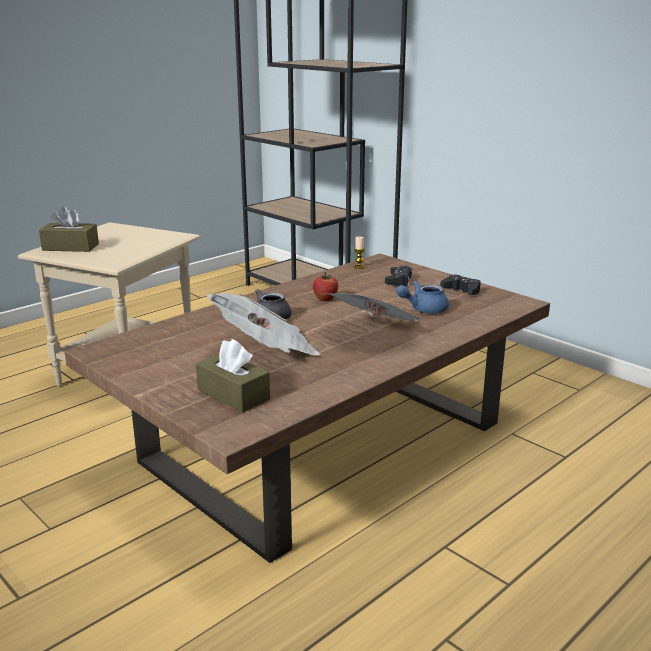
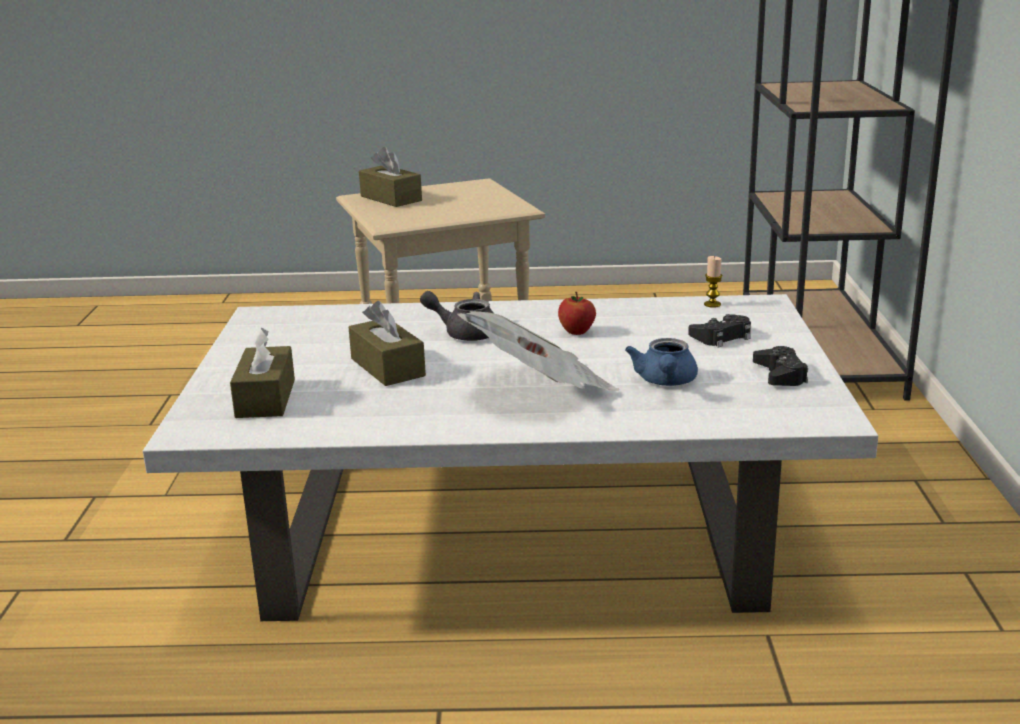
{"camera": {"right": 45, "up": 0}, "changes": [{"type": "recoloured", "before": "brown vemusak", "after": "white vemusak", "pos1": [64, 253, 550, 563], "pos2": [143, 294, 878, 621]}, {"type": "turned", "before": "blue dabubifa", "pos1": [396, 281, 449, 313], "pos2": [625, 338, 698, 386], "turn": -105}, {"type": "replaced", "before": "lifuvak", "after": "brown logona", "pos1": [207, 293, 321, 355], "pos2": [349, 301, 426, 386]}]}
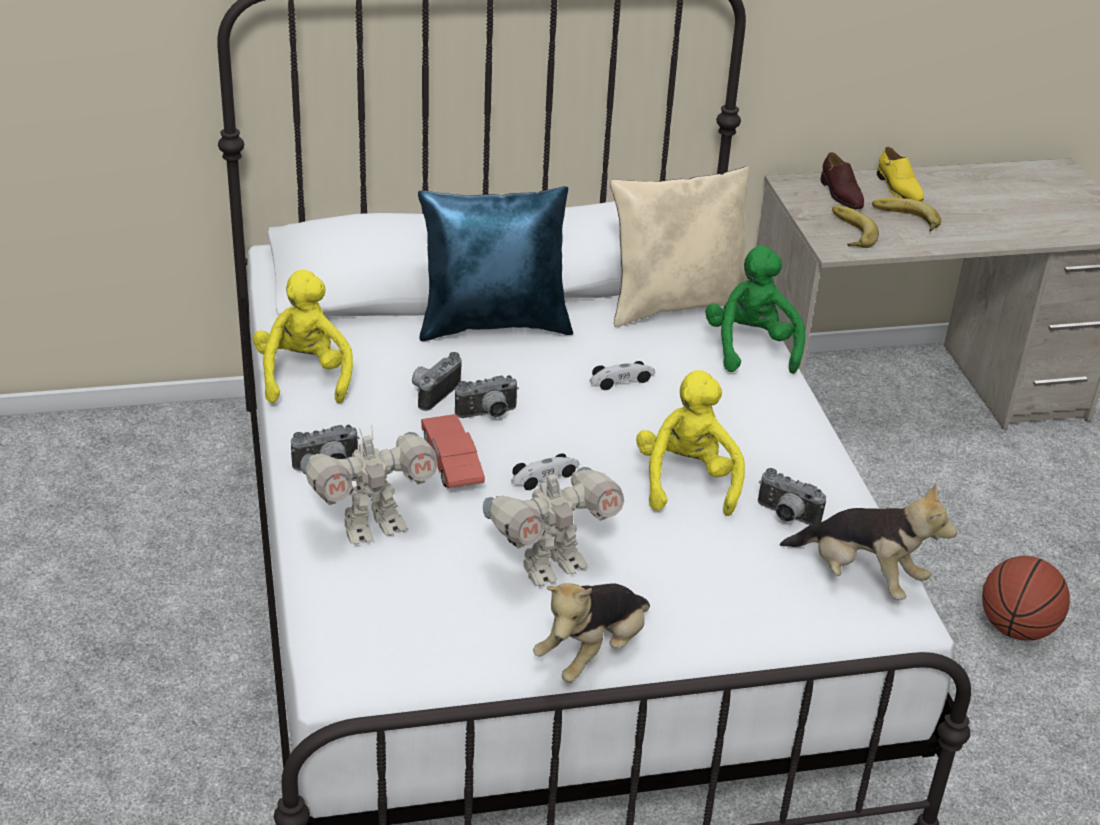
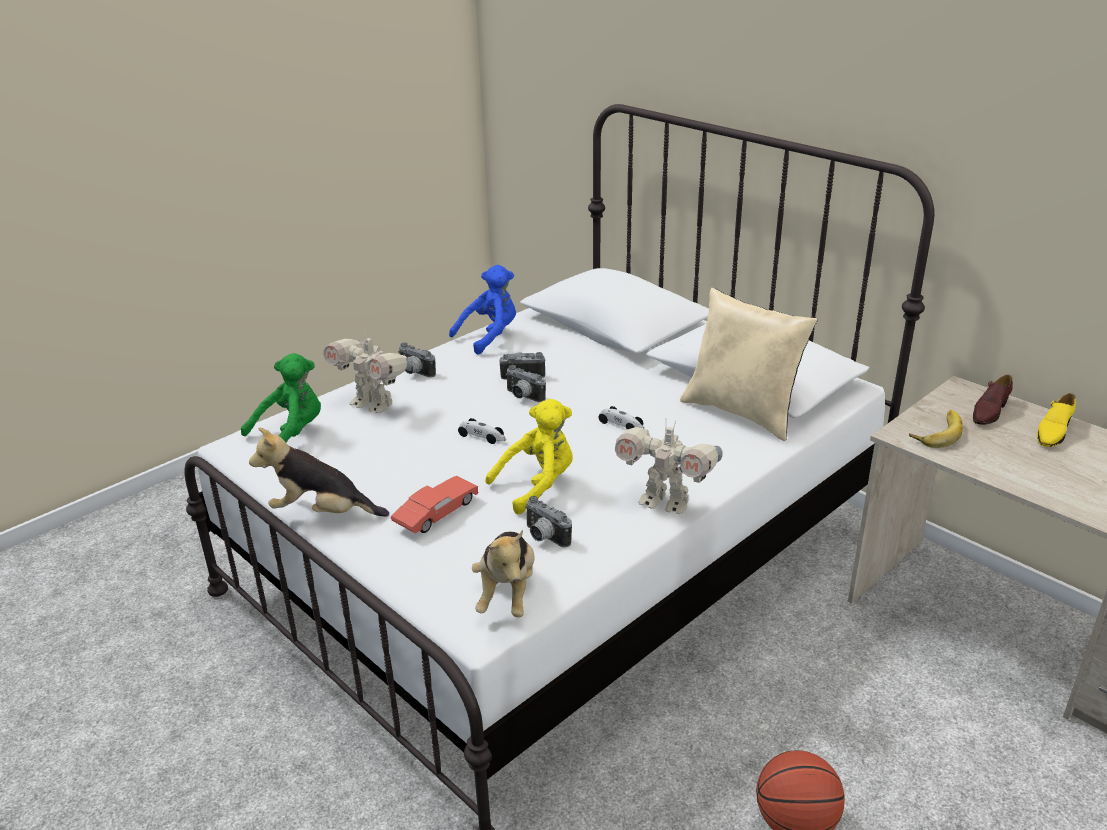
{"camera": {"right": 60, "up": -5}, "changes": [{"type": "removed", "before": "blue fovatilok", "pos1": [418, 186, 573, 341]}, {"type": "removed", "before": "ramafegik", "pos1": [872, 197, 941, 232]}, {"type": "moved", "before": "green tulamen", "pos1": [705, 246, 805, 374], "pos2": [241, 353, 321, 442]}, {"type": "recoloured", "before": "yellow tulamen", "after": "blue tulamen", "pos1": [253, 270, 353, 403], "pos2": [449, 265, 516, 355]}, {"type": "moved", "before": "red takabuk", "pos1": [421, 414, 485, 488], "pos2": [391, 476, 478, 533]}, {"type": "moved", "before": "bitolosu", "pos1": [483, 464, 624, 586], "pos2": [615, 420, 723, 514]}, {"type": "turned", "before": "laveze", "pos1": [758, 468, 826, 525], "pos2": [525, 496, 572, 548], "turn": -45}]}
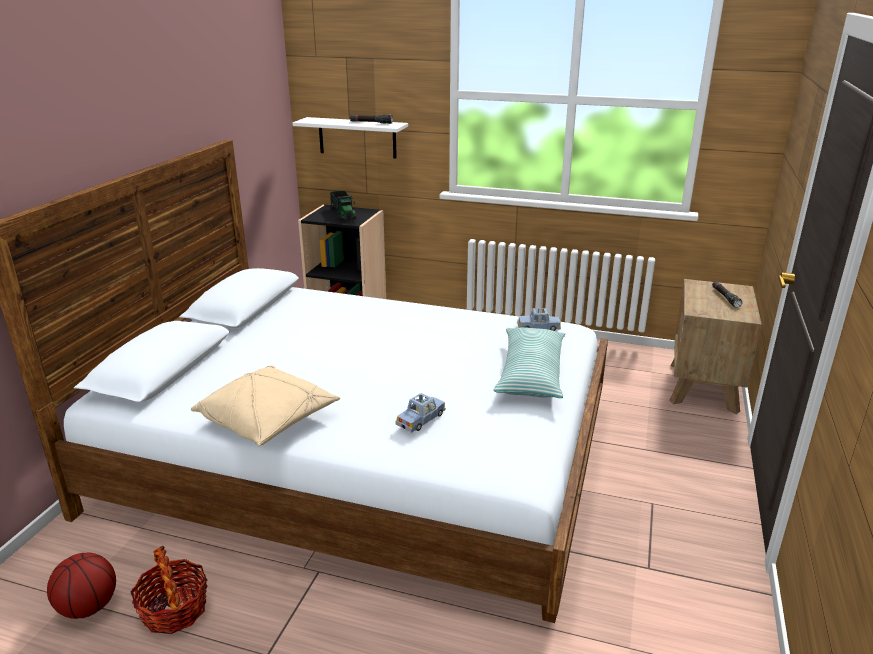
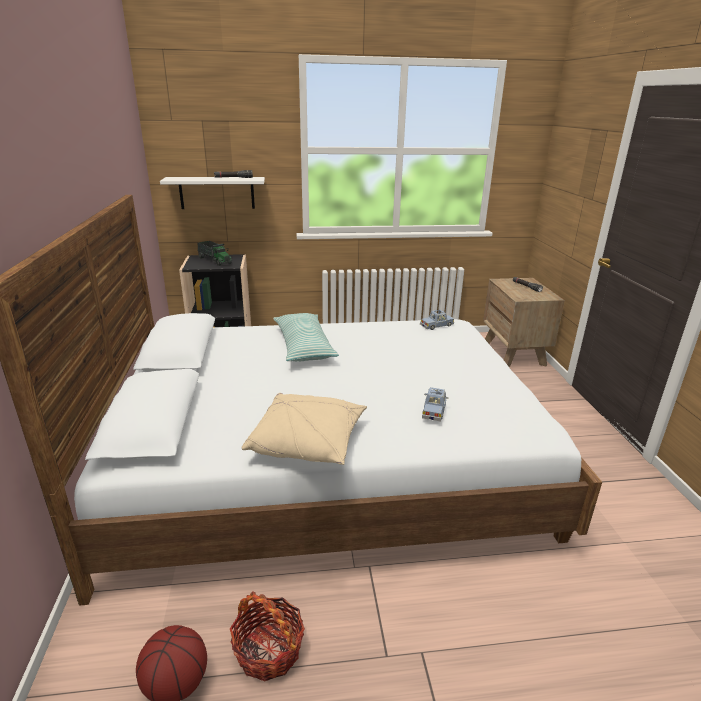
{"camera": {"right": -25, "up": 0}, "changes": [{"type": "moved", "before": "fovatilok", "pos1": [493, 327, 565, 398], "pos2": [273, 313, 339, 362]}]}
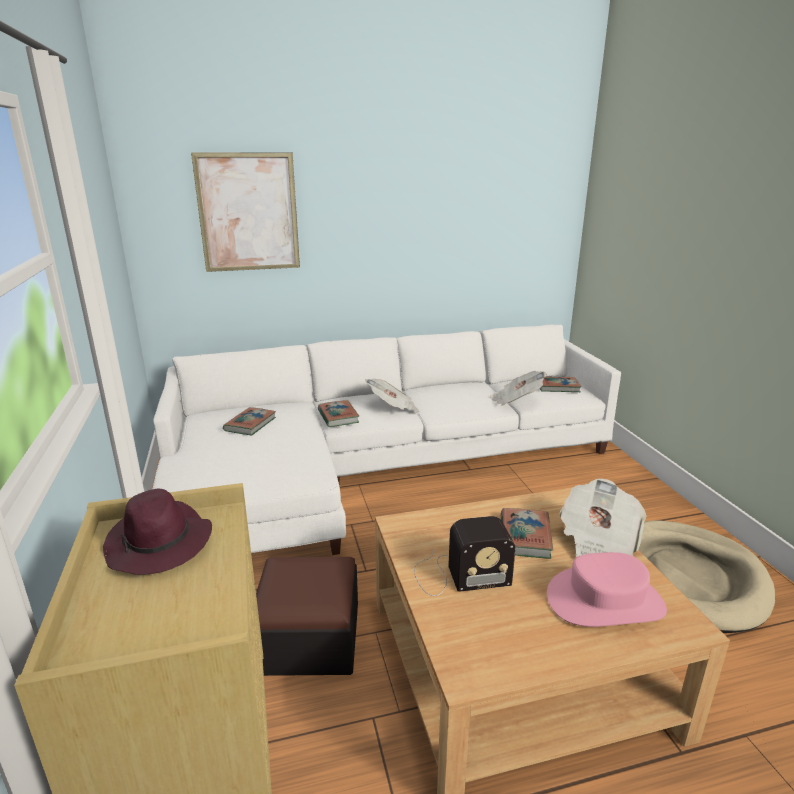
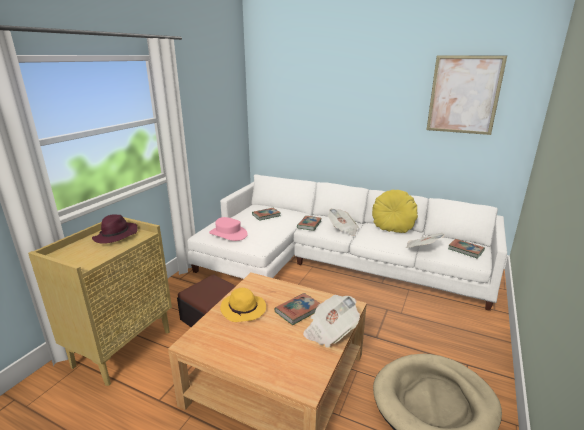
{"camera": {"right": 40, "up": 0}, "changes": [{"type": "moved", "before": "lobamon", "pos1": [191, 152, 300, 272], "pos2": [426, 55, 507, 135]}, {"type": "replaced", "before": "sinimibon", "after": "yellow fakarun", "pos1": [414, 516, 515, 596], "pos2": [220, 288, 266, 322]}, {"type": "moved", "before": "pink fakarun", "pos1": [547, 552, 667, 627], "pos2": [209, 217, 248, 241]}, {"type": "added", "after": "yellow fovatilok", "pos2": [372, 189, 418, 233]}]}
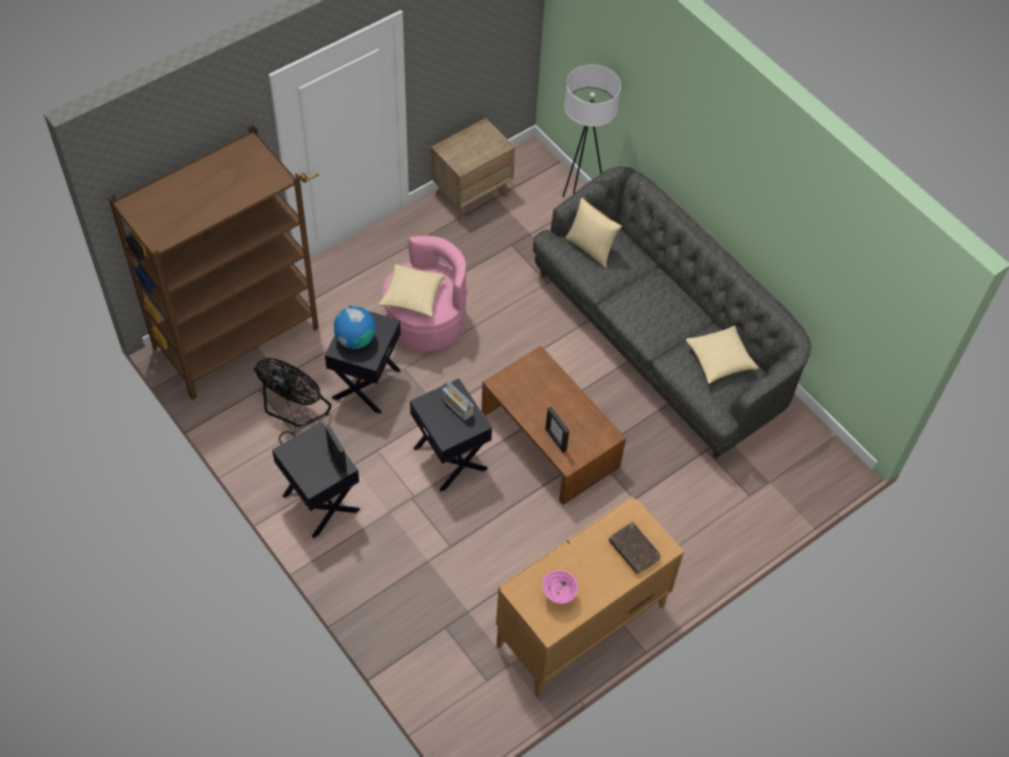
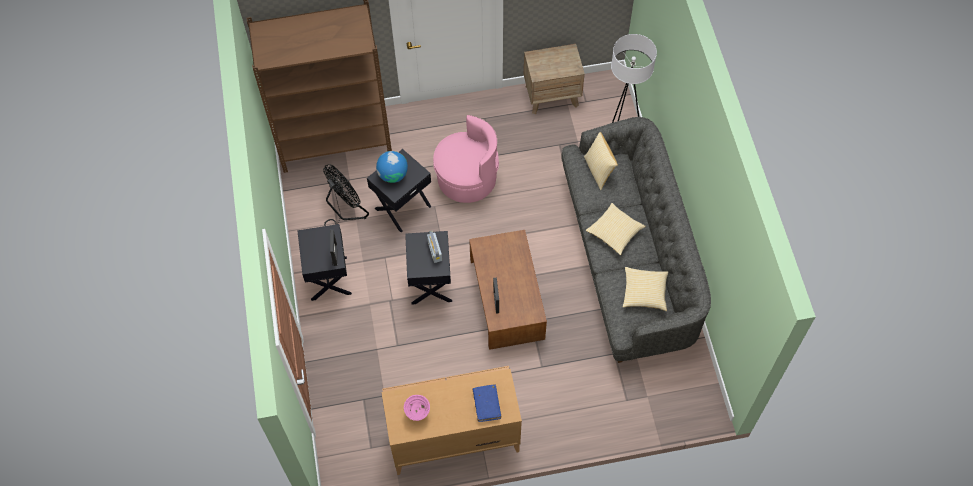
{"camera": {"right": 30, "up": 5}, "changes": [{"type": "moved", "before": "fovatilok", "pos1": [379, 264, 446, 317], "pos2": [586, 203, 646, 255]}, {"type": "recoloured", "before": "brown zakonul", "after": "blue zakonul", "pos1": [609, 522, 661, 574], "pos2": [473, 384, 501, 422]}]}
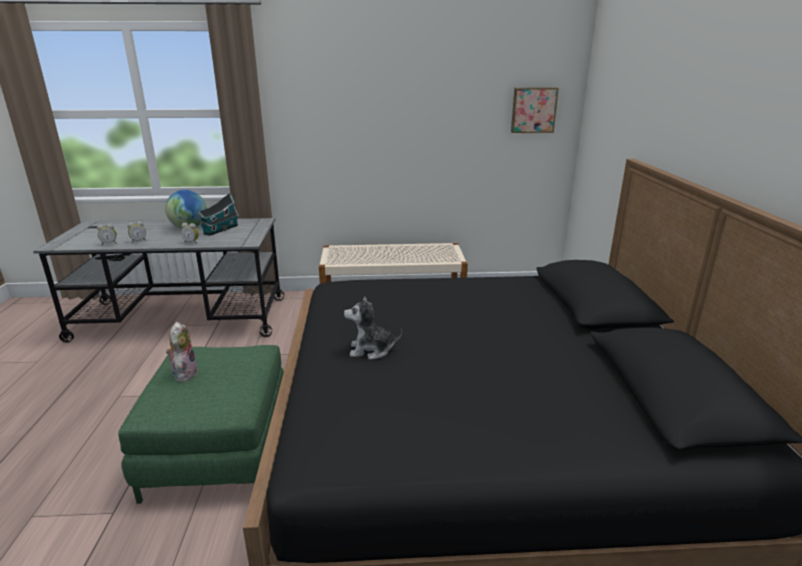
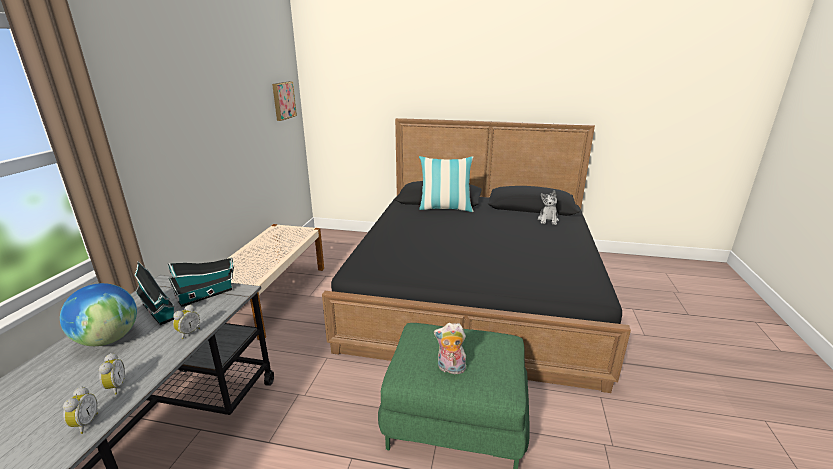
{"camera": {"right": -75, "up": 0}, "changes": [{"type": "moved", "before": "tulamen", "pos1": [344, 296, 402, 360], "pos2": [538, 190, 559, 225]}, {"type": "added", "after": "fovatilok", "pos2": [419, 156, 474, 212]}, {"type": "added", "after": "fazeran", "pos2": [168, 258, 234, 307]}]}
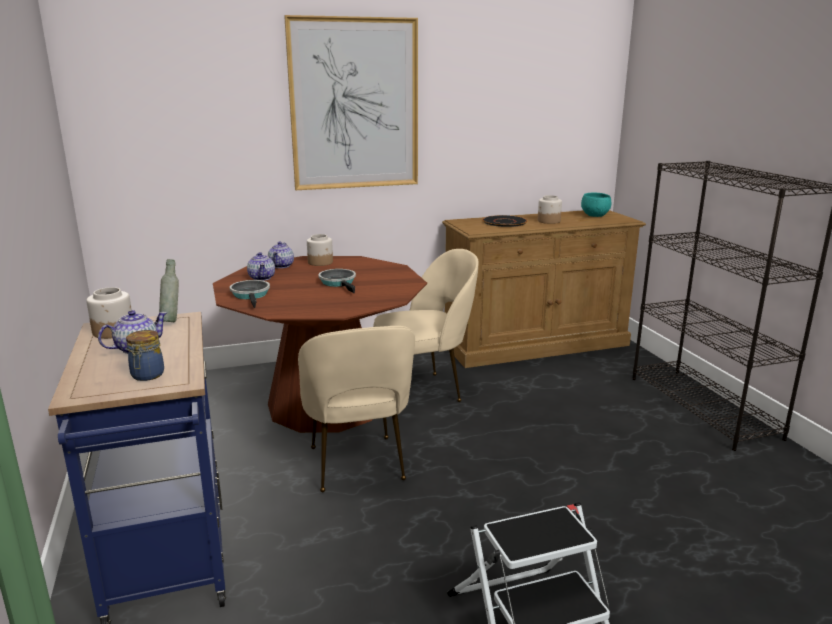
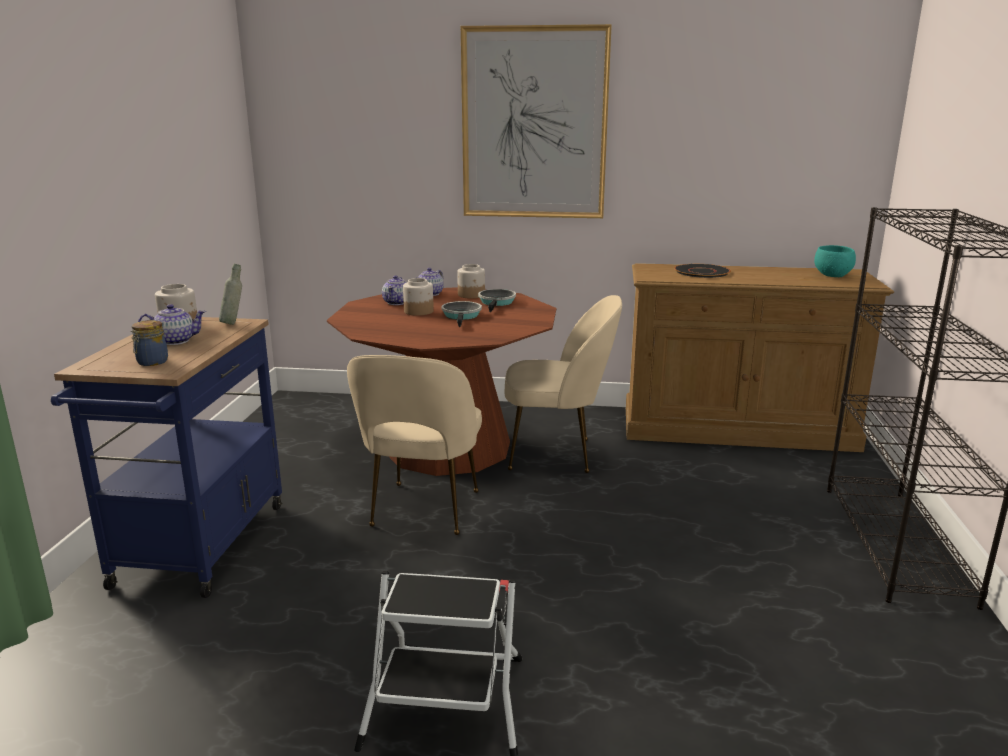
{"camera": {"right": 25, "up": 0}, "changes": [{"type": "moved", "before": "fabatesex", "pos1": [538, 195, 562, 224], "pos2": [403, 278, 434, 316]}, {"type": "moved", "before": "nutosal", "pos1": [230, 280, 270, 308], "pos2": [478, 289, 516, 312]}]}
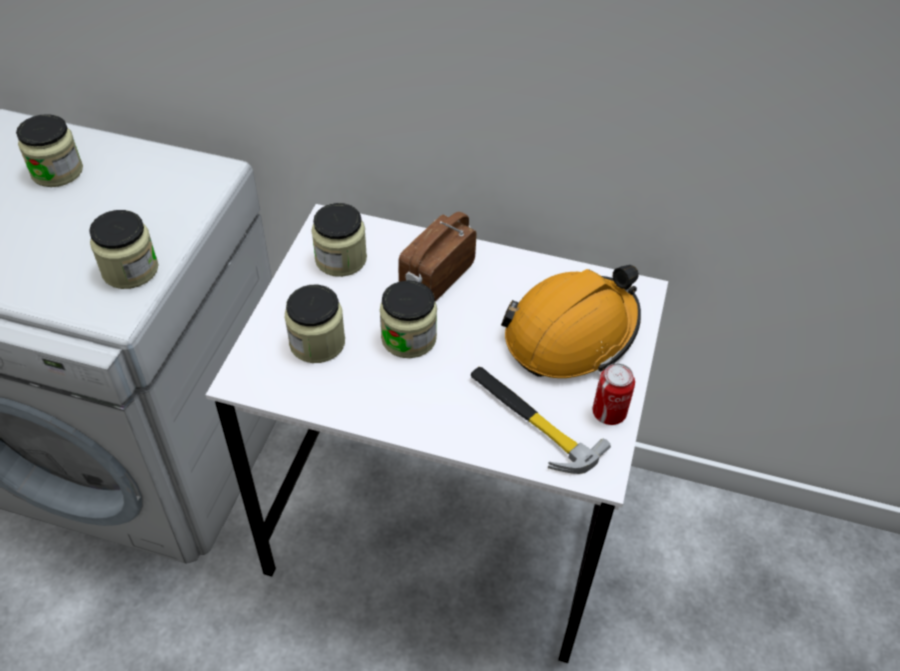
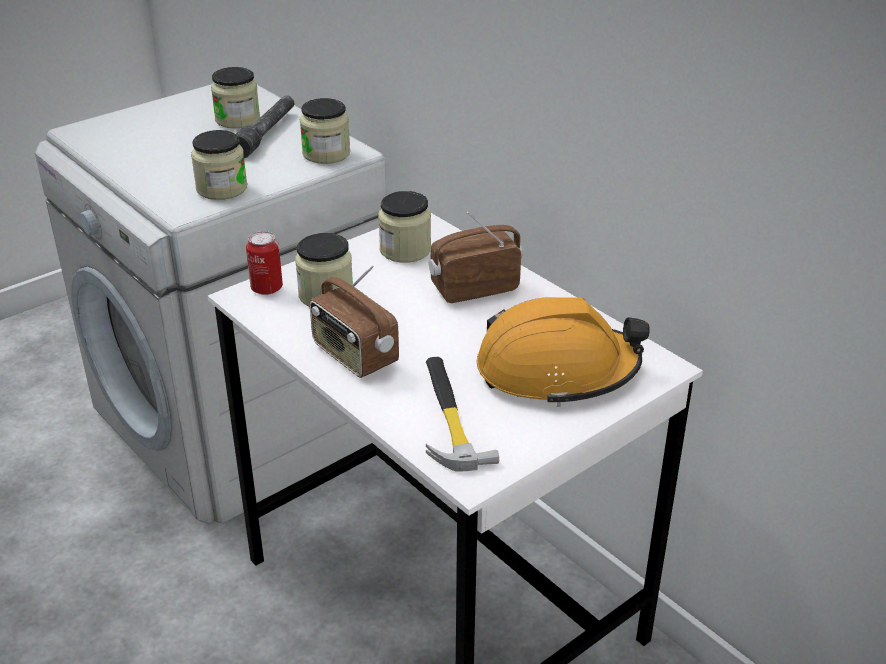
{"camera": {"right": 35, "up": -15}, "changes": [{"type": "moved", "before": "fabatesex", "pos1": [380, 280, 437, 358], "pos2": [300, 98, 350, 164]}, {"type": "moved", "before": "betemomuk", "pos1": [592, 363, 635, 425], "pos2": [246, 231, 283, 295]}, {"type": "added", "after": "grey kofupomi", "pos2": [236, 95, 294, 158]}, {"type": "added", "after": "sinimibon", "pos2": [310, 265, 399, 378]}]}
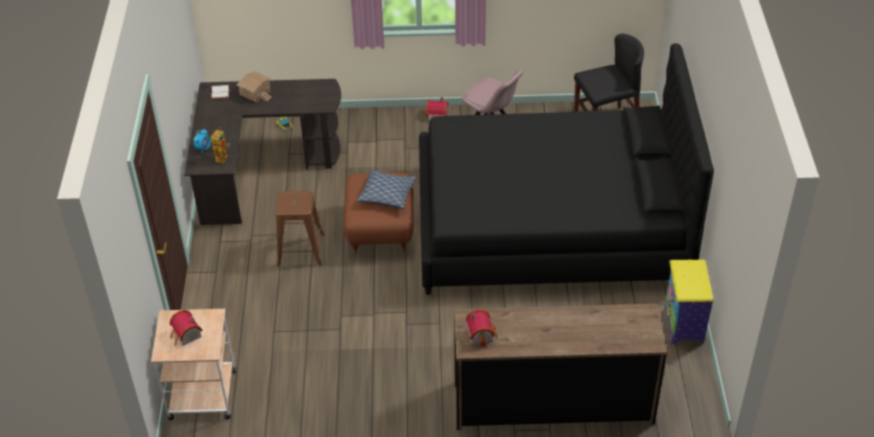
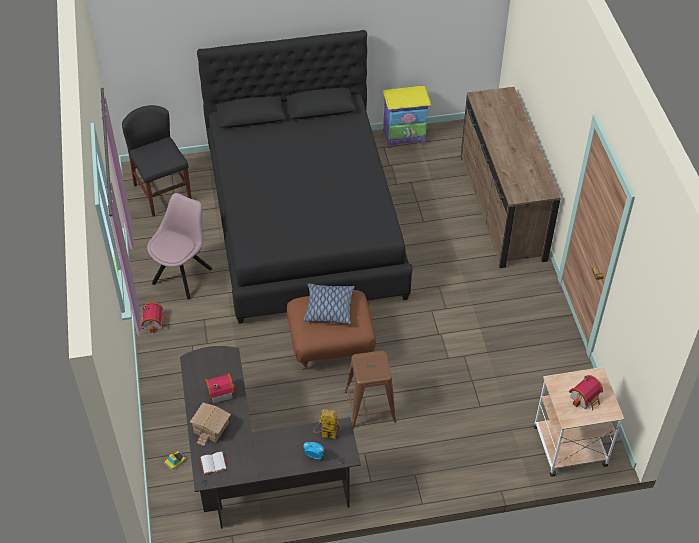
{"camera": {"right": -100, "up": 5}, "changes": [{"type": "moved", "before": "fazeran", "pos1": [466, 309, 498, 348], "pos2": [205, 373, 235, 403]}]}
